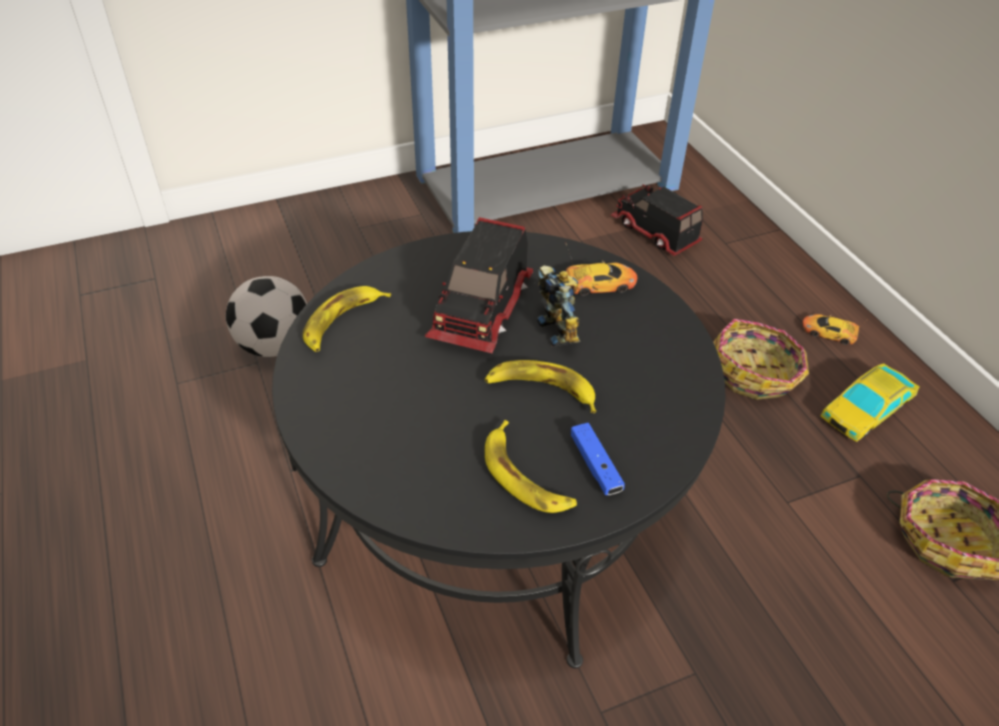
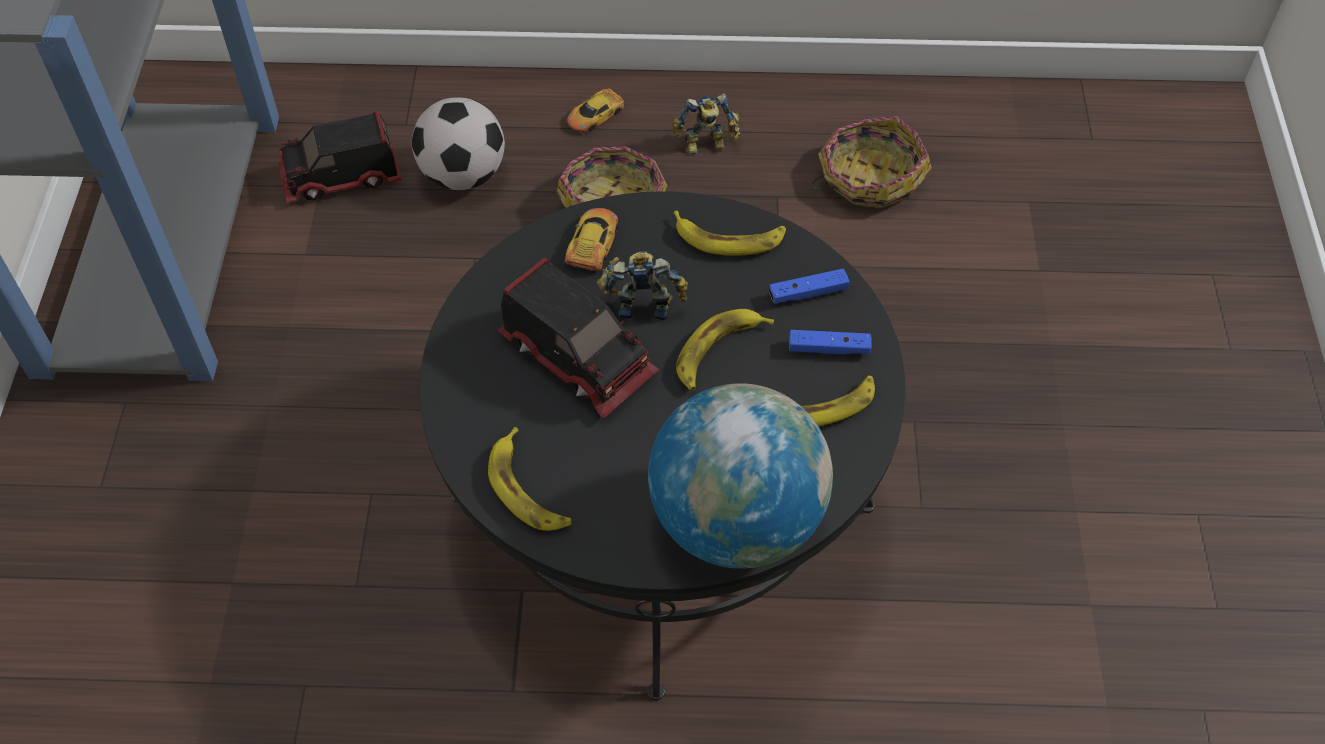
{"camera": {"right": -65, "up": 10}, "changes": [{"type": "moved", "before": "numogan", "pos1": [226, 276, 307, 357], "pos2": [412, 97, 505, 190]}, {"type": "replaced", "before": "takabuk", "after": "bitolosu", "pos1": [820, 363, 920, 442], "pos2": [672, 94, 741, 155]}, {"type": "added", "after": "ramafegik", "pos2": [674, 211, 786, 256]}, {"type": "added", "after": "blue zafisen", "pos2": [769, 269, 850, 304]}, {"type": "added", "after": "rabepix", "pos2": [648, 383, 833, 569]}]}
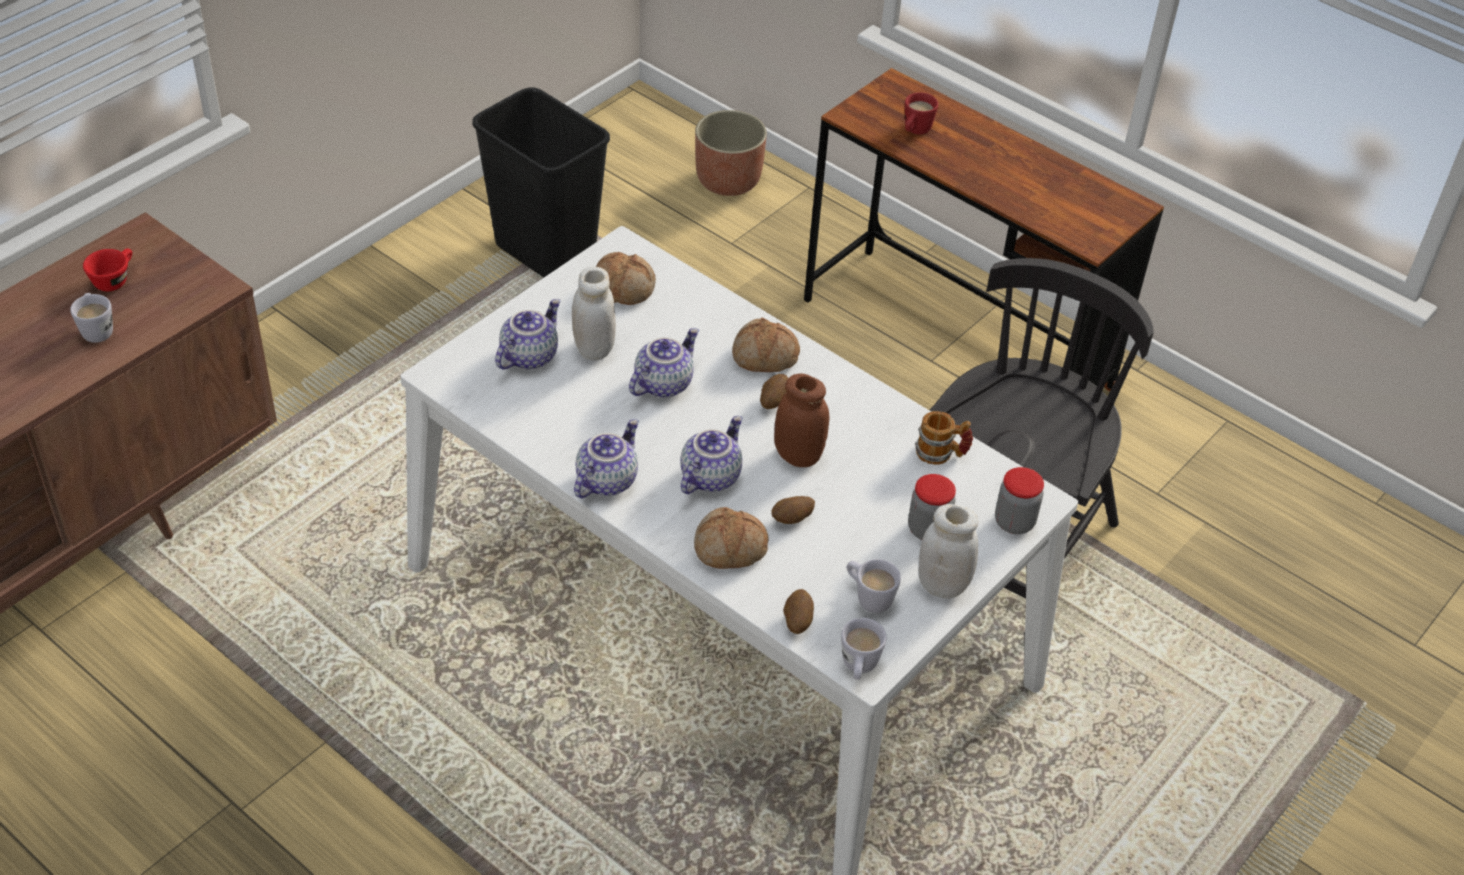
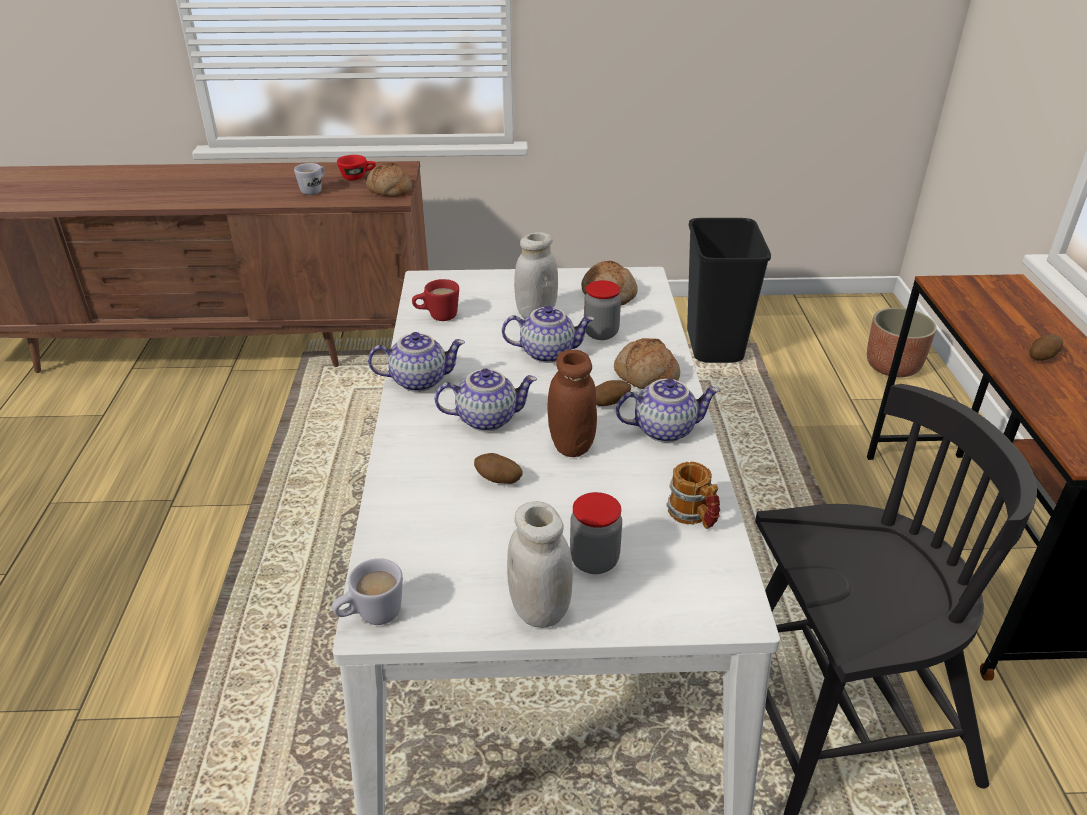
{"camera": {"right": 50, "up": -10}, "changes": [{"type": "moved", "before": "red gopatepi", "pos1": [905, 92, 938, 135], "pos2": [412, 279, 459, 321]}, {"type": "moved", "before": "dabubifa", "pos1": [495, 299, 561, 370], "pos2": [616, 379, 720, 442]}, {"type": "moved", "before": "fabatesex", "pos1": [995, 467, 1044, 534], "pos2": [584, 280, 621, 340]}, {"type": "moved", "before": "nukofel", "pos1": [694, 507, 769, 569], "pos2": [366, 163, 412, 197]}, {"type": "removed", "before": "white gopatepi", "pos1": [847, 559, 901, 613]}, {"type": "moved", "before": "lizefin", "pos1": [783, 589, 814, 634], "pos2": [1030, 334, 1063, 361]}]}
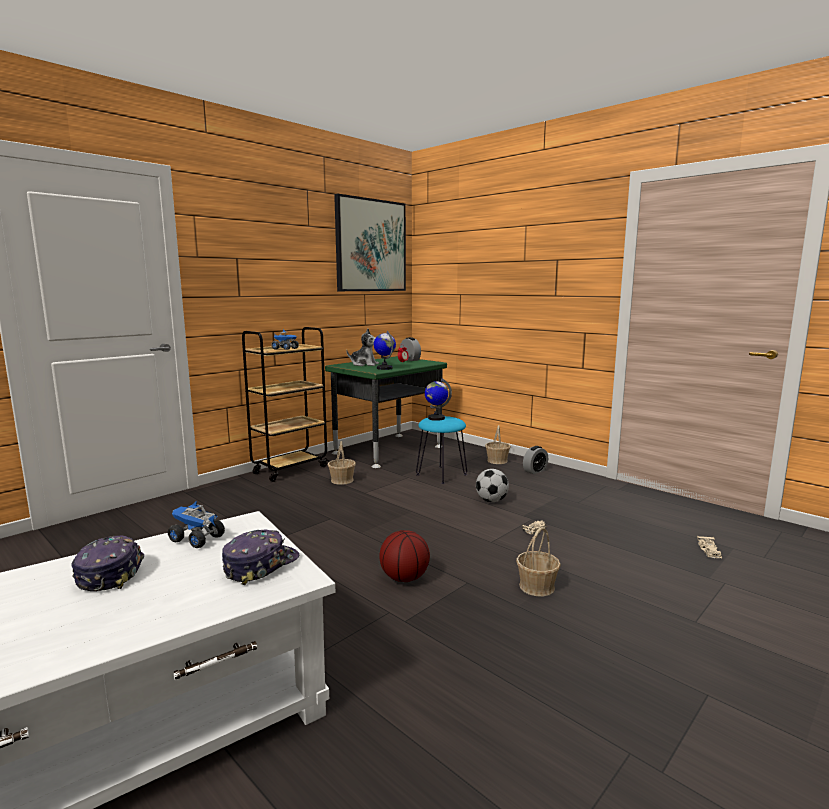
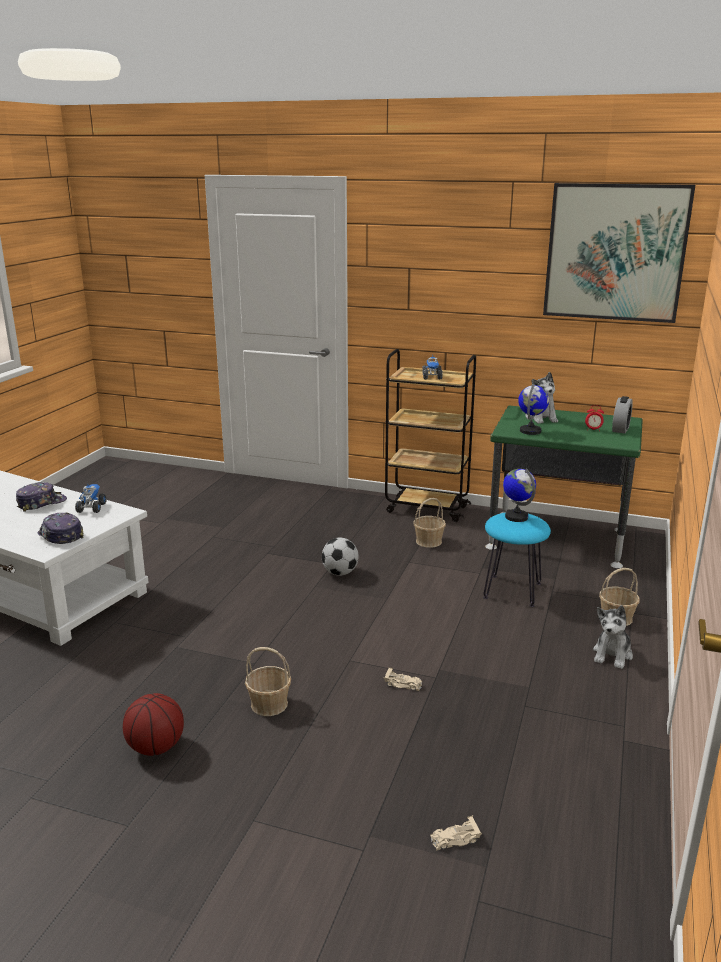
{"camera": {"right": 65, "up": 10}, "changes": [{"type": "replaced", "before": "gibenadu", "after": "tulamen", "pos1": [523, 446, 548, 474], "pos2": [593, 605, 633, 669]}, {"type": "moved", "before": "numogan", "pos1": [476, 469, 509, 502], "pos2": [322, 537, 359, 576]}, {"type": "turned", "before": "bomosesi", "pos1": [222, 529, 299, 585], "pos2": [37, 512, 84, 544], "turn": -150}, {"type": "moved", "before": "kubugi", "pos1": [379, 530, 430, 582], "pos2": [123, 693, 184, 756]}]}
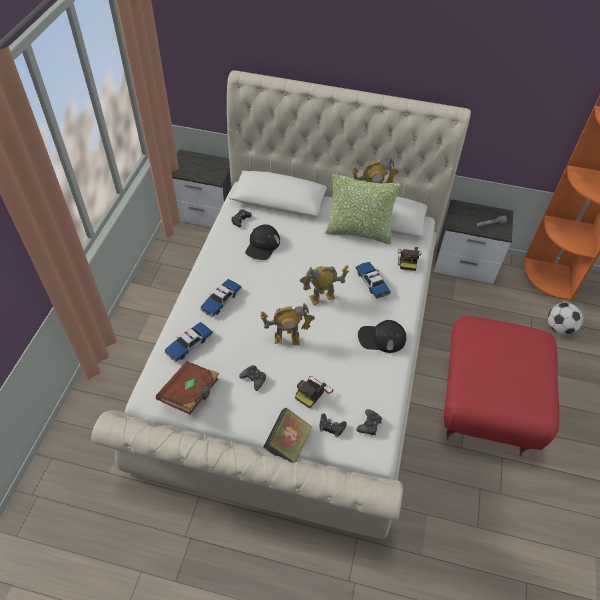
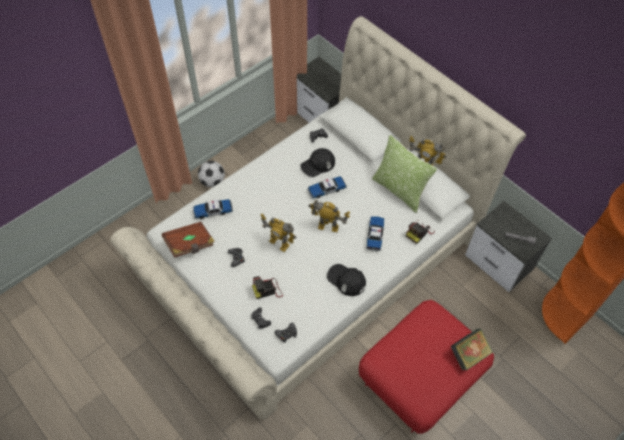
{"camera": {"right": 35, "up": 5}, "changes": [{"type": "moved", "before": "takabuk", "pos1": [200, 279, 242, 317], "pos2": [308, 176, 347, 199]}, {"type": "moved", "before": "numogan", "pos1": [548, 302, 583, 335], "pos2": [198, 161, 225, 187]}, {"type": "moved", "before": "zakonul", "pos1": [264, 408, 312, 463], "pos2": [451, 329, 493, 371]}]}
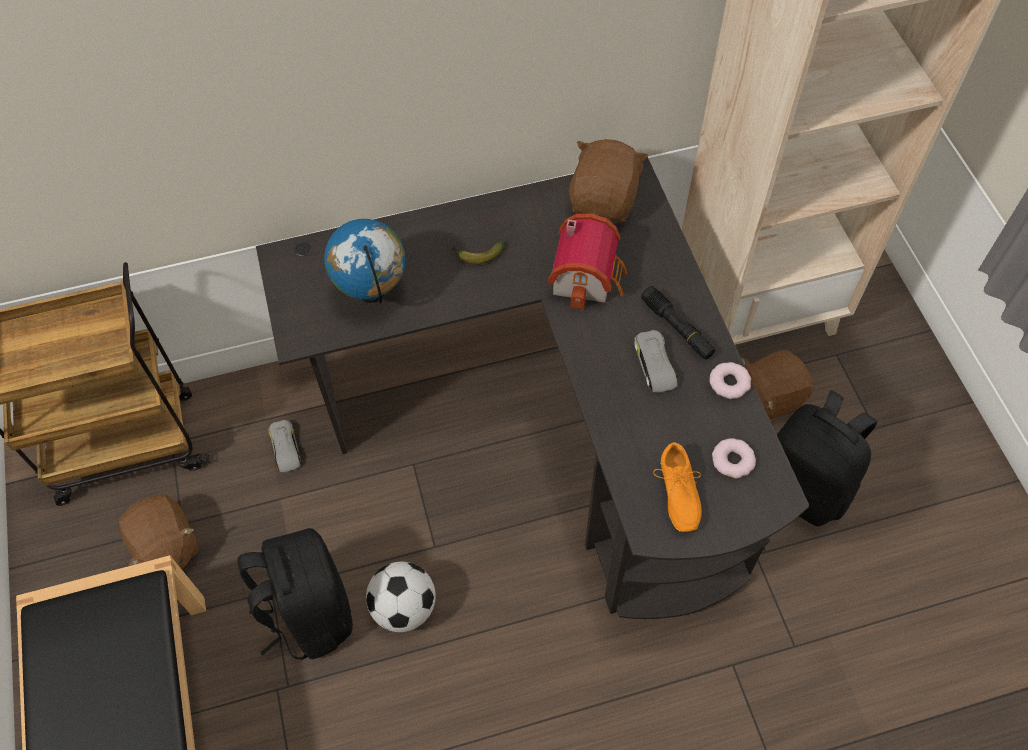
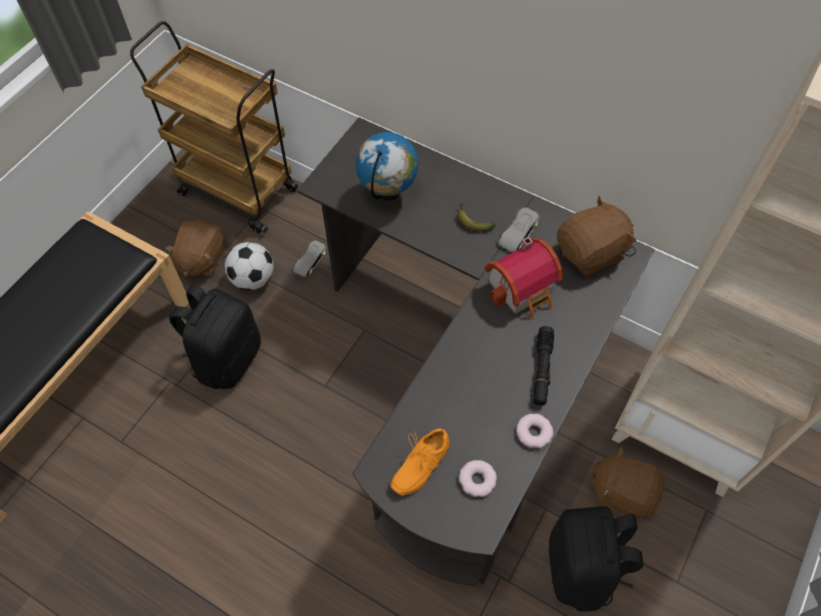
{"camera": {"right": 45, "up": 0}, "changes": [{"type": "moved", "before": "grey takabuk", "pos1": [634, 330, 677, 393], "pos2": [498, 208, 540, 252]}, {"type": "moved", "before": "numogan", "pos1": [366, 562, 436, 632], "pos2": [225, 242, 274, 290]}]}
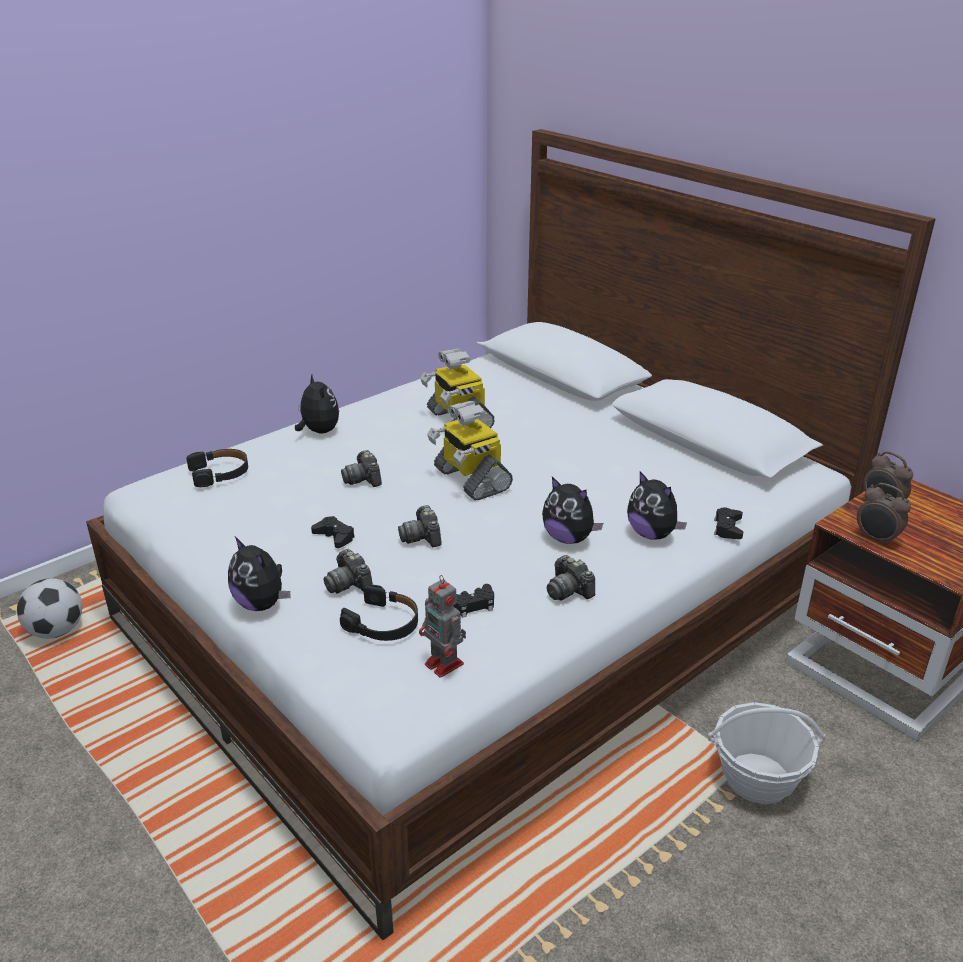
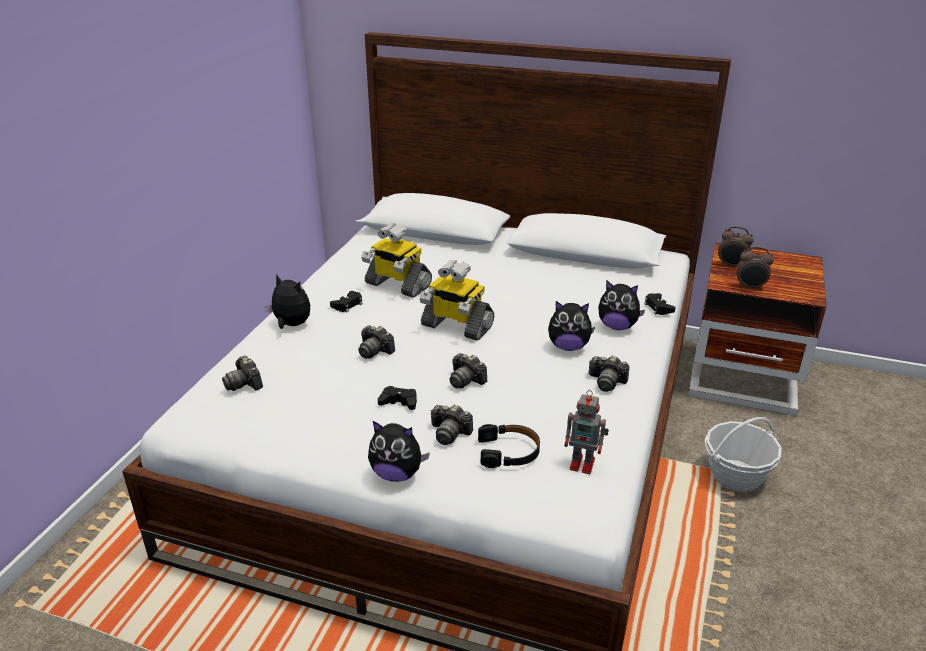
{"camera": {"right": -30, "up": 0}, "changes": [{"type": "replaced", "before": "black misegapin", "after": "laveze", "pos1": [186, 449, 248, 487], "pos2": [222, 355, 263, 391]}, {"type": "removed", "before": "numogan", "pos1": [17, 578, 82, 639]}, {"type": "moved", "before": "black zafisen", "pos1": [453, 584, 494, 618], "pos2": [330, 291, 363, 312]}]}
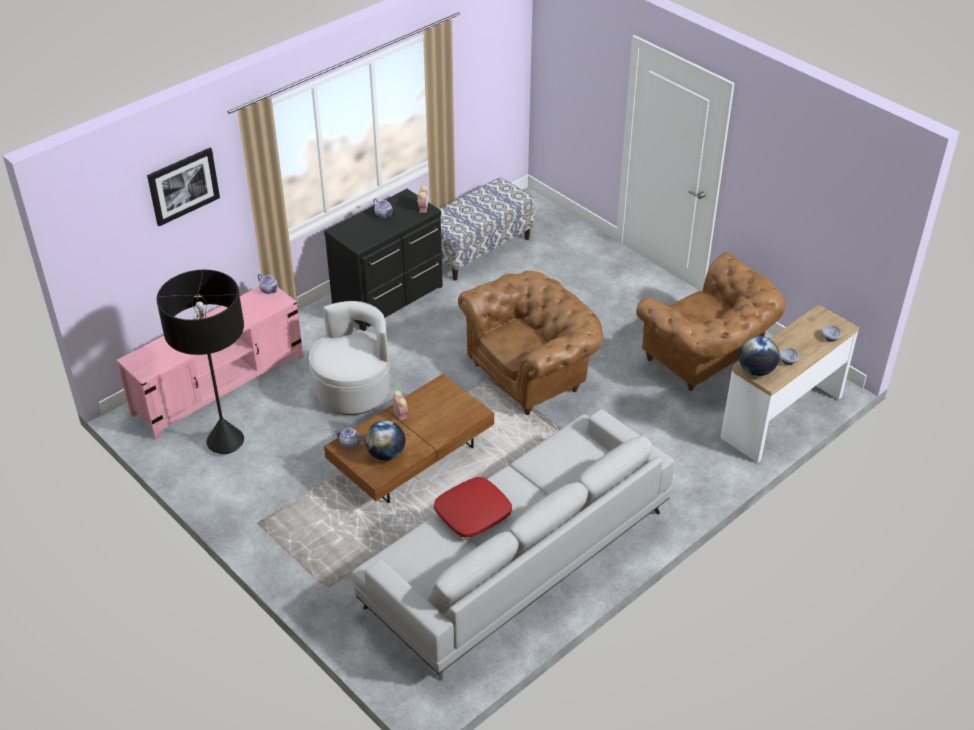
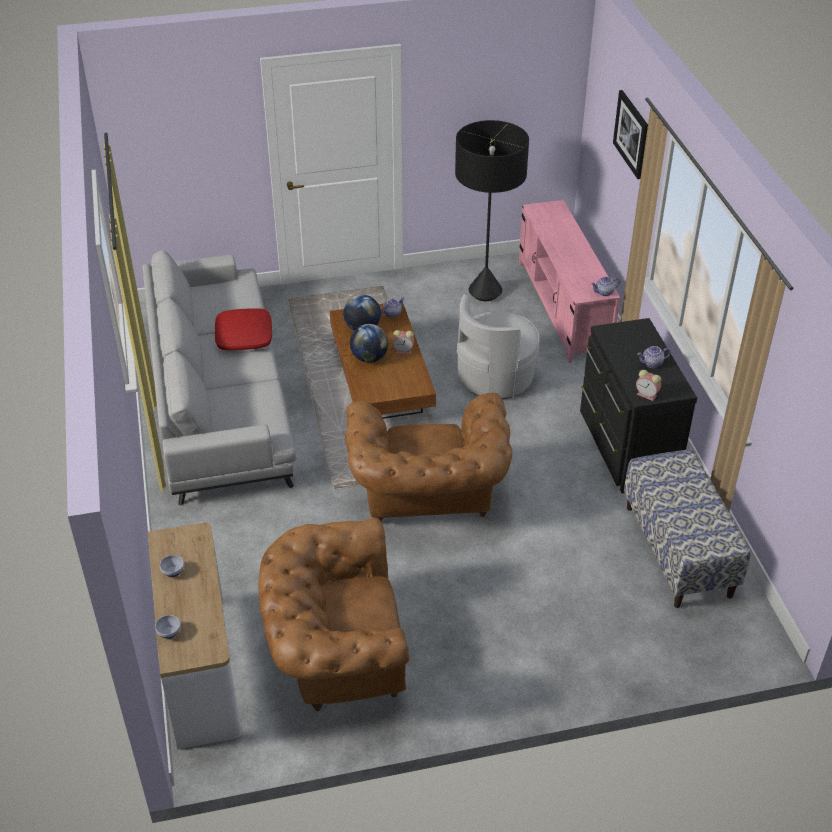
{"camera": {"right": 120, "up": 0}, "changes": [{"type": "turned", "before": "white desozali", "pos1": [309, 301, 390, 415], "pos2": [457, 294, 540, 399], "turn": 75}, {"type": "moved", "before": "rabepix", "pos1": [739, 336, 780, 376], "pos2": [350, 324, 389, 363]}]}
